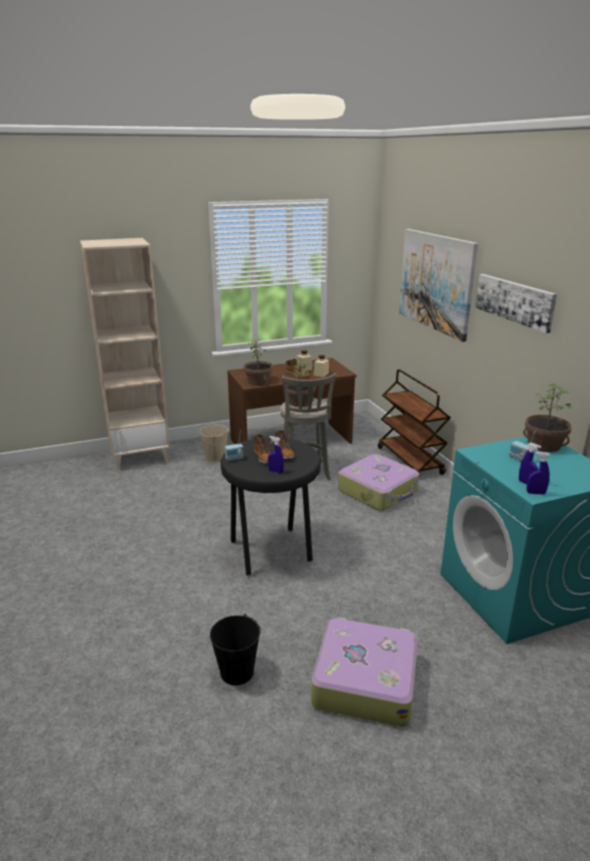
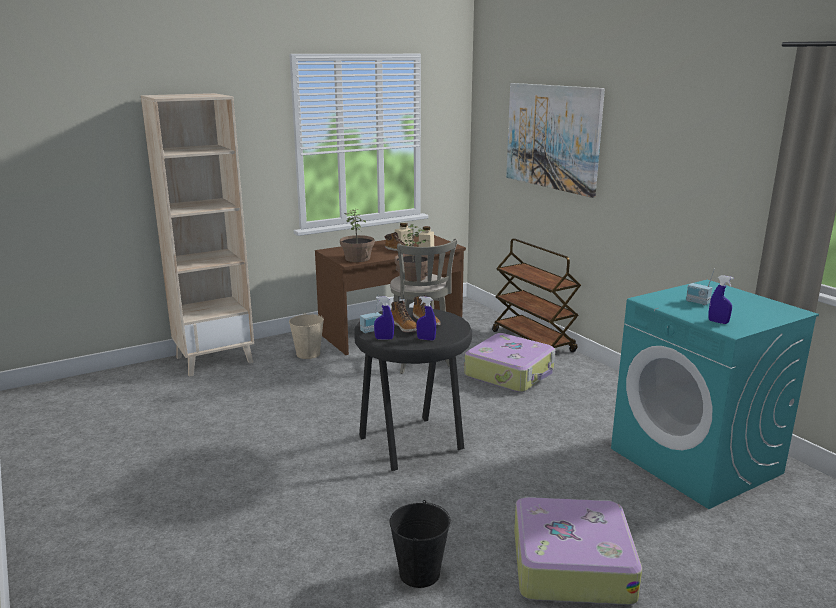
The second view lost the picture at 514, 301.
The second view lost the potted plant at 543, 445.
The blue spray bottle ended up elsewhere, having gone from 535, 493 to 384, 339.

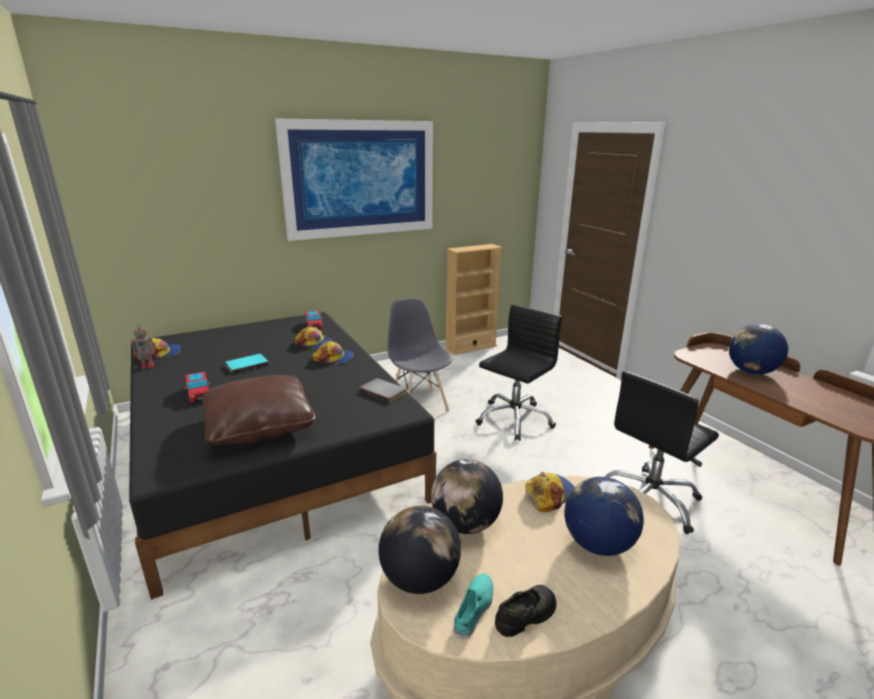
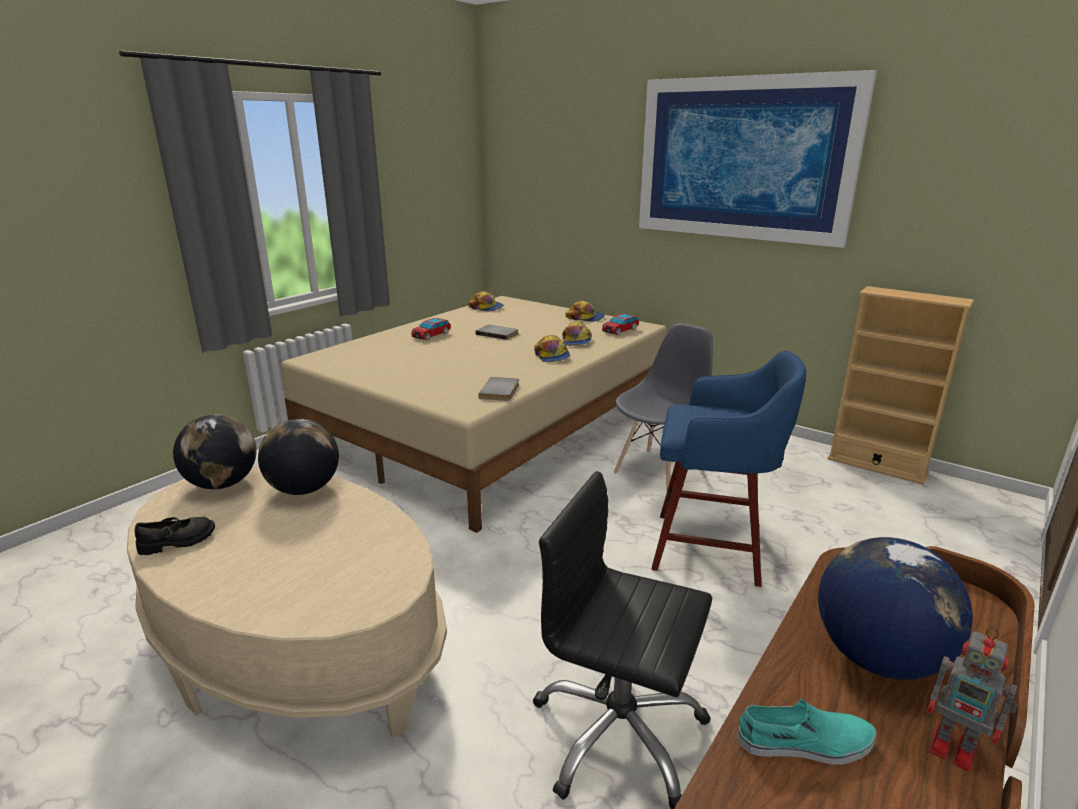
Where the black office chair stood at 514, 419, the blue stool came to stand at 711, 549.
What was the black bed at 271, 449 turned into the beige bed at 492, 425.
The toy robot ended up elsewhere, having gone from 148, 365 to 956, 749.
What was the turquoise book at 246, 365 turned into the grey book at 498, 333.
The second view lost the brown pillow at 259, 425.
The cap ended up elsewhere, having gone from 549, 494 to 585, 317.
The second view lost the globe at 597, 544.
The turquoise shoe ended up elsewhere, having gone from 474, 608 to 805, 743.
The black shoe at 526, 615 ended up facing another way, 60 degrees counterclockwise from before.

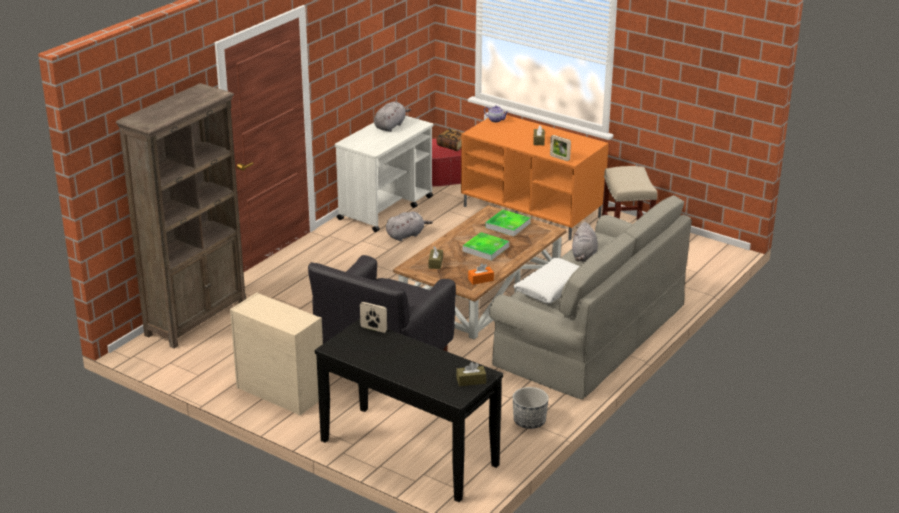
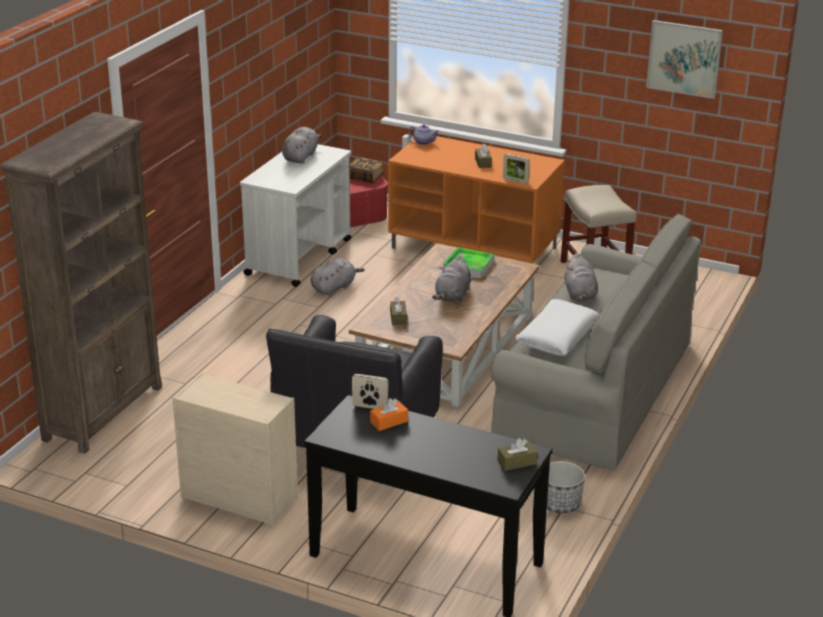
Where the tray stood at 485, 249, the grey plush toy came to stand at 452, 296.
The orange tissue box ended up elsewhere, having gone from 480, 280 to 389, 422.
The second view gained the picture at 684, 58.

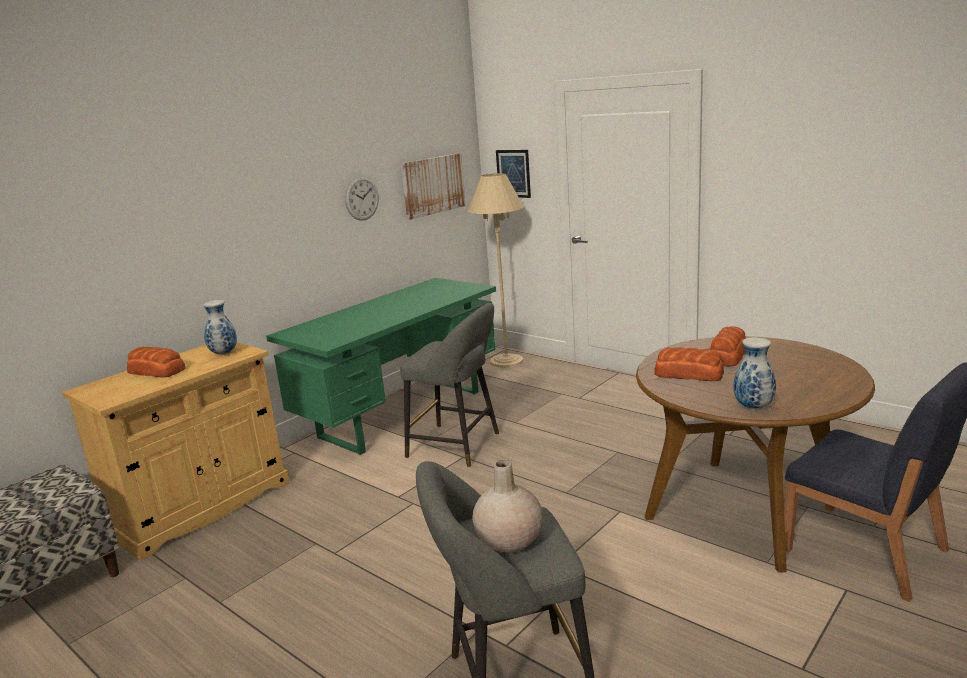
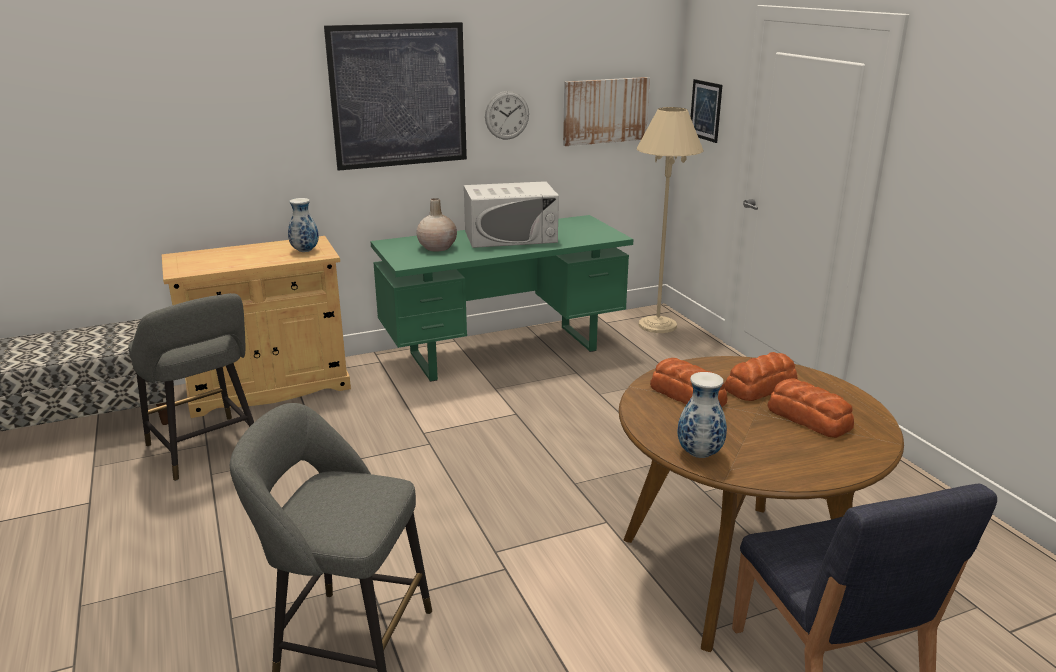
The grey stool ended up elsewhere, having gone from 458, 446 to 207, 450.
The bread ended up elsewhere, having gone from 156, 371 to 808, 417.
The beige vase ended up elsewhere, having gone from 509, 540 to 437, 247.
The second view gained the picture at 399, 96.
The second view gained the white microwave at 510, 236.

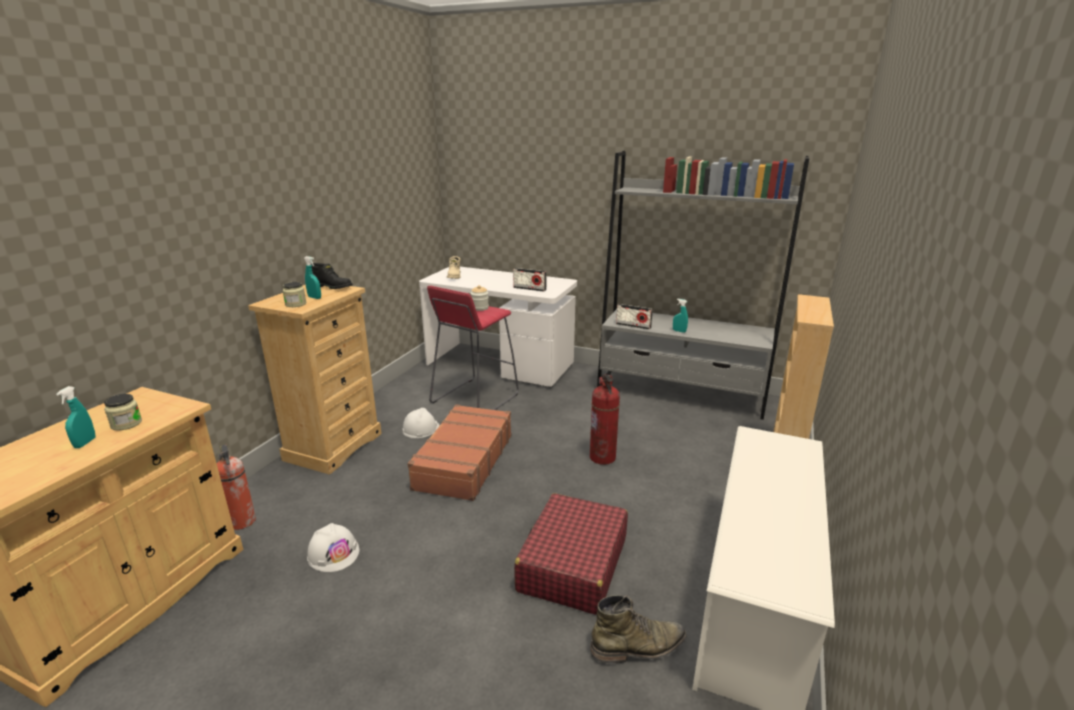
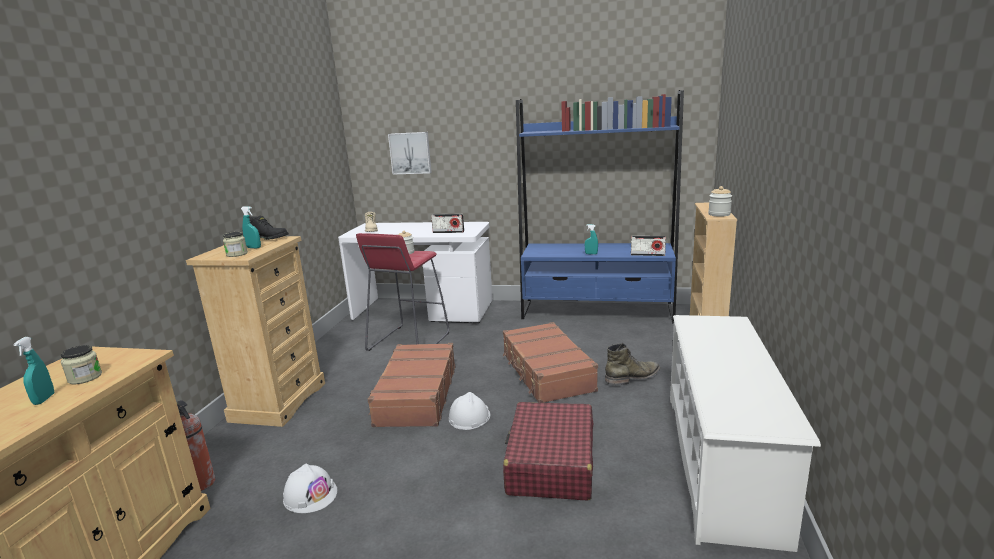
What was the grey bookcase at 681, 392 turned into the blue bookcase at 597, 312.
The radio ended up elsewhere, having gone from 633, 325 to 647, 254.
Where the fire extinguisher stood at 602, 457, the brown suitcase came to stand at 546, 372.
The white hard hat ended up elsewhere, having gone from 420, 428 to 469, 417.
The green boot ended up elsewhere, having gone from 638, 646 to 633, 377.
The second view gained the picture at 410, 153.
The second view gained the jar at 719, 214.

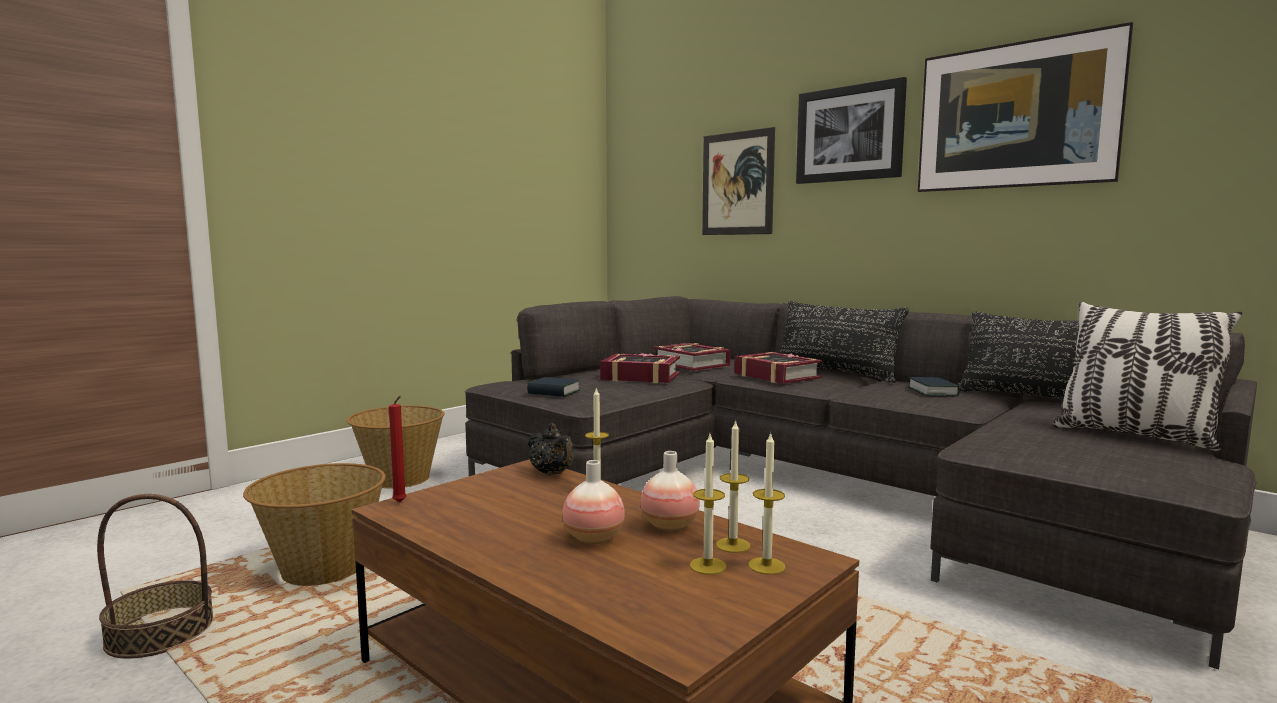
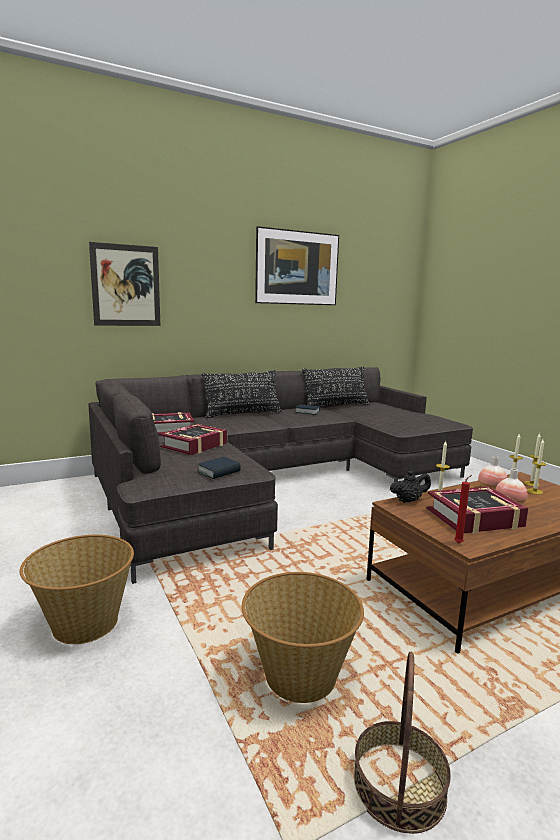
The second view lost the picture at 849, 134.
The second view lost the pillow at 1134, 436.
The book ended up elsewhere, having gone from 776, 376 to 474, 518.

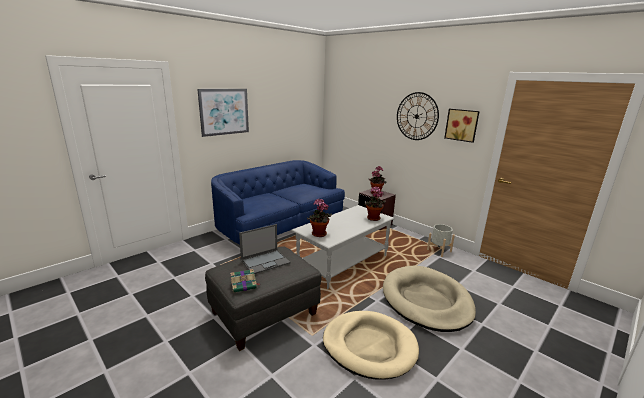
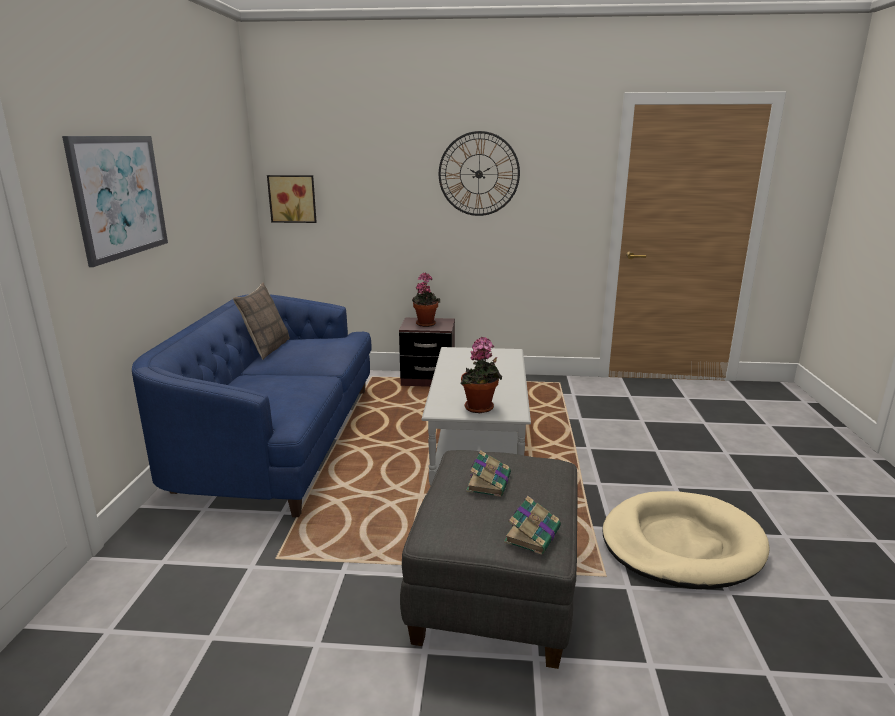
The picture ended up elsewhere, having gone from 462, 125 to 293, 198.
The second view lost the potted plant at 373, 219.
Where the laptop stood at 266, 261, the book came to stand at 489, 482.
The second view lost the grey planter at 439, 250.
The second view lost the beige dog bed at 426, 300.
The second view gained the pillow at 267, 348.

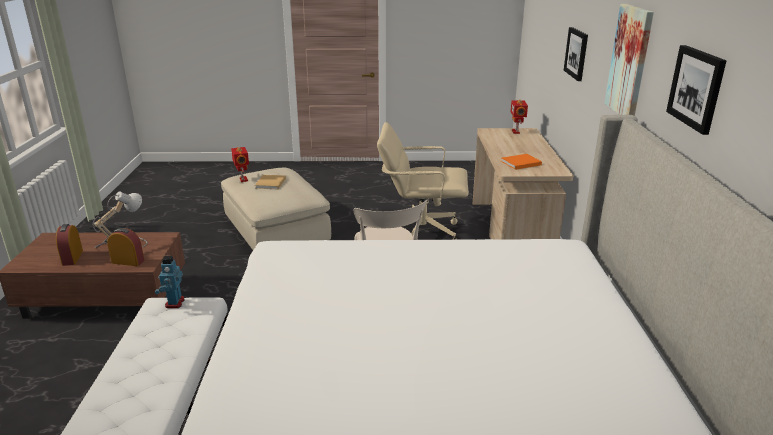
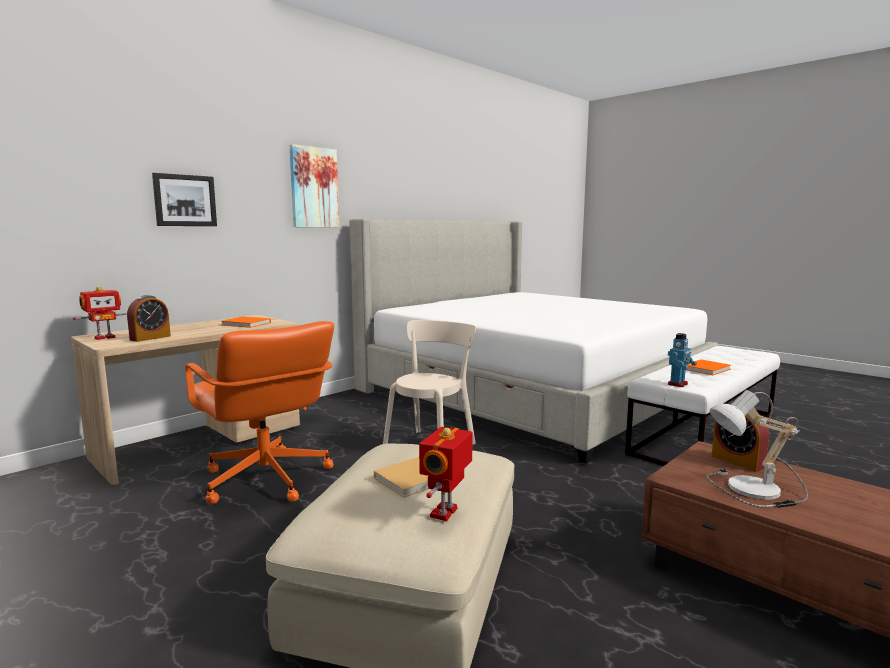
The second view lost the picture at 696, 88.
What was the beige office chair at 420, 232 turned into the orange office chair at 265, 480.
The alarm clock ended up elsewhere, having gone from 72, 258 to 150, 338.
The second view gained the orange book at 707, 369.

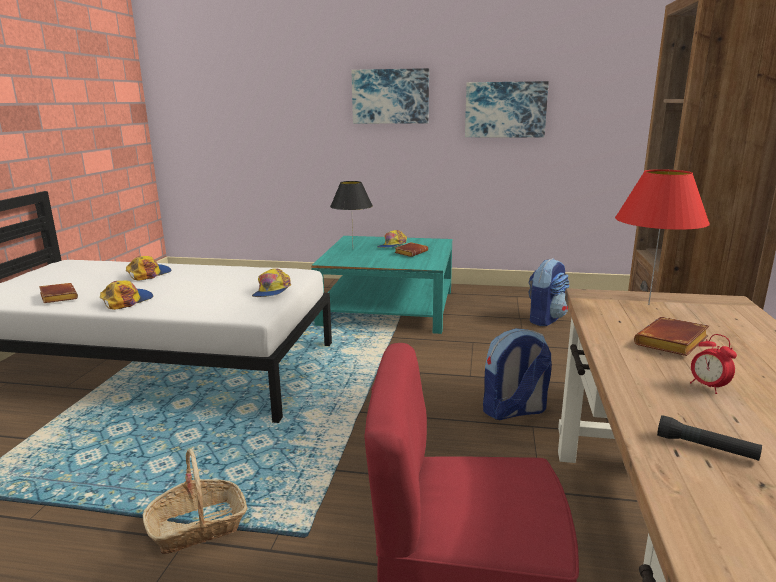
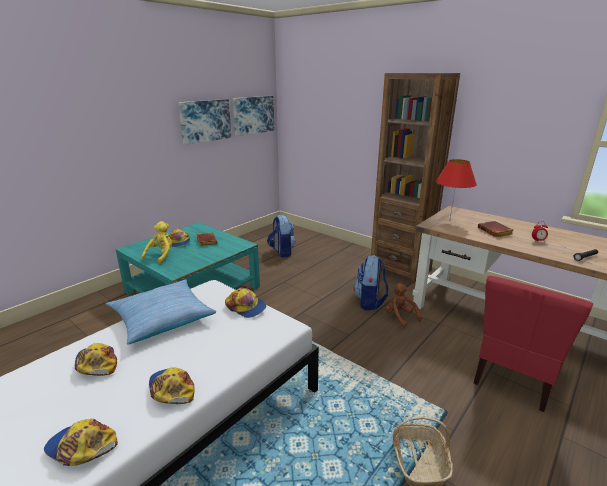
The picture ended up elsewhere, having gone from 390, 96 to 253, 115.
Where the black table lamp stood at 353, 249, the yellow plush toy came to stand at 161, 256.
Where the brown book stood at 57, 297, the cap came to stand at 81, 447.
The second view gained the pillow at 162, 318.
The second view gained the brown plush toy at 400, 317.

